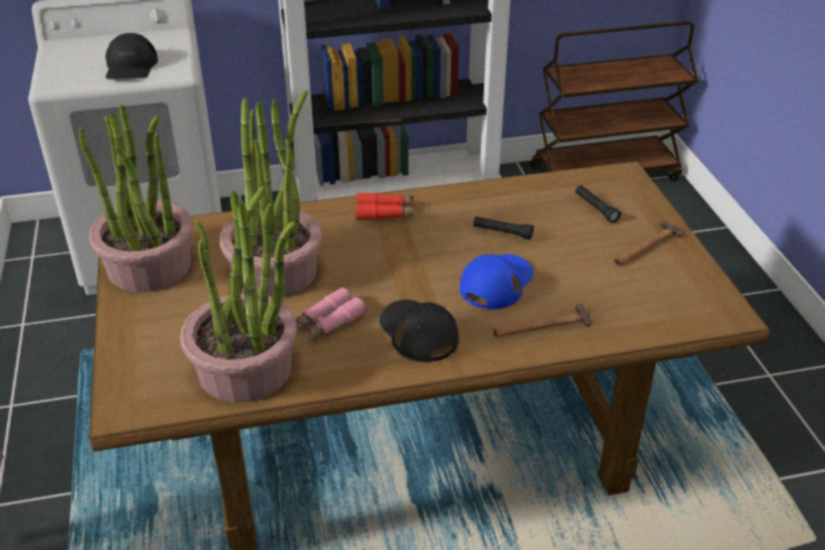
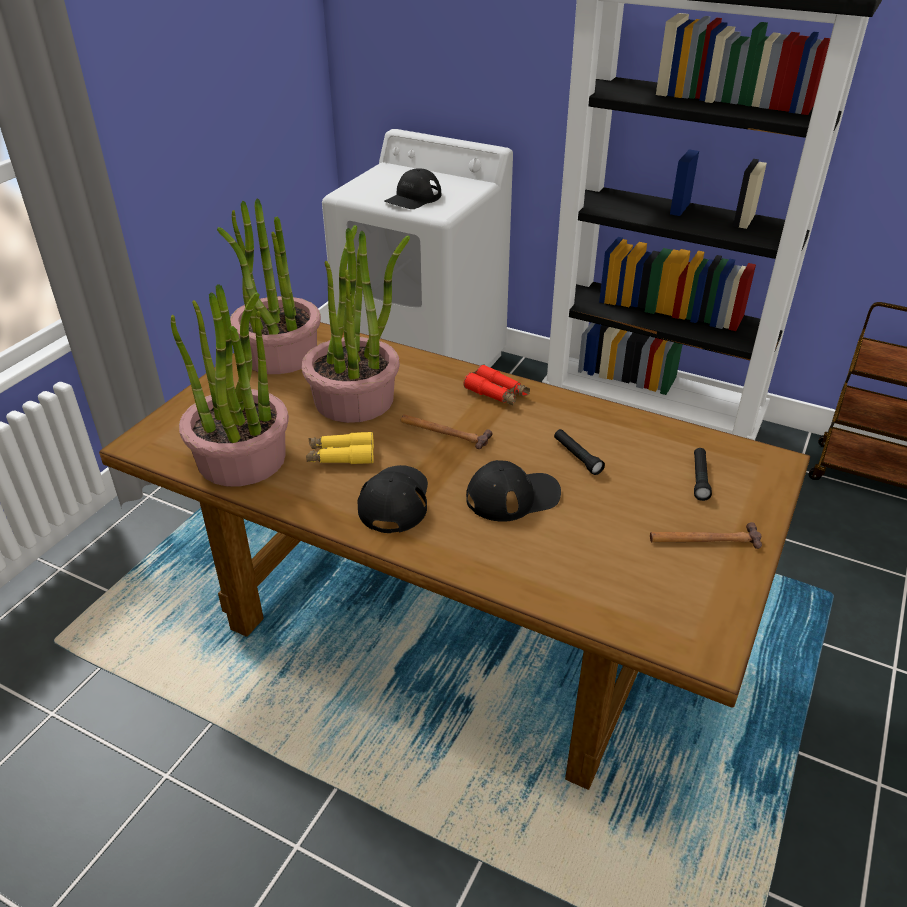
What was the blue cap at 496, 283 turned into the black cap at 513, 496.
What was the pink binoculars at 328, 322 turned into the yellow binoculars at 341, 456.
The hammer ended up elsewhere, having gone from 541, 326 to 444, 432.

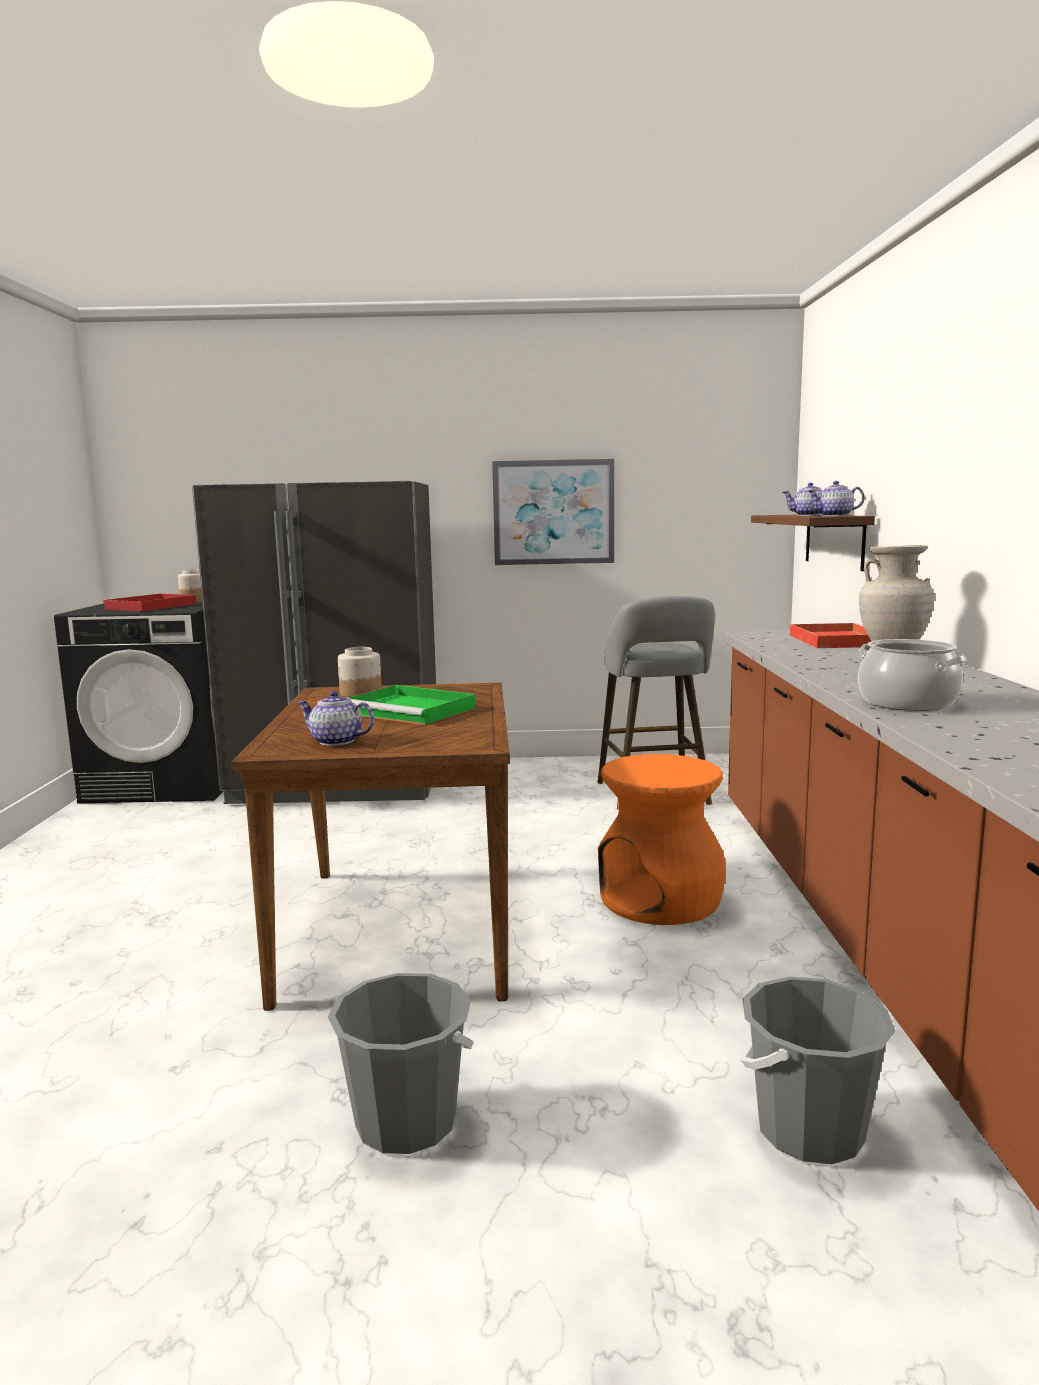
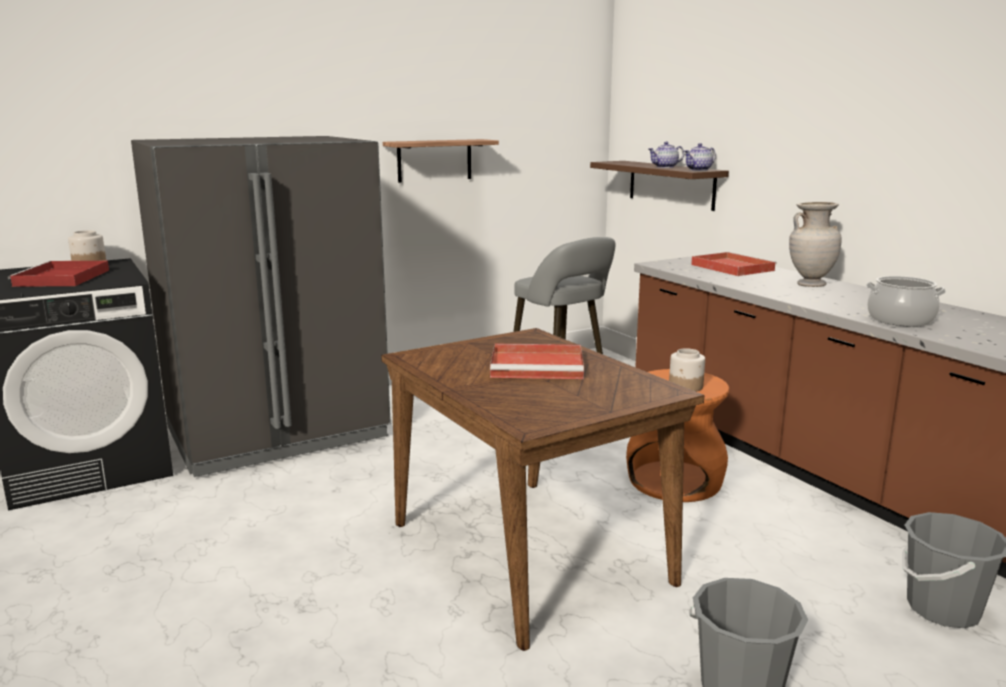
Where the picture hung at 553, 512, the shelf came to hang at 434, 160.
The jar ended up elsewhere, having gone from 360, 693 to 686, 386.
What was the green tray at 412, 710 turned into the red tray at 539, 366.
The second view lost the teapot at 335, 741.

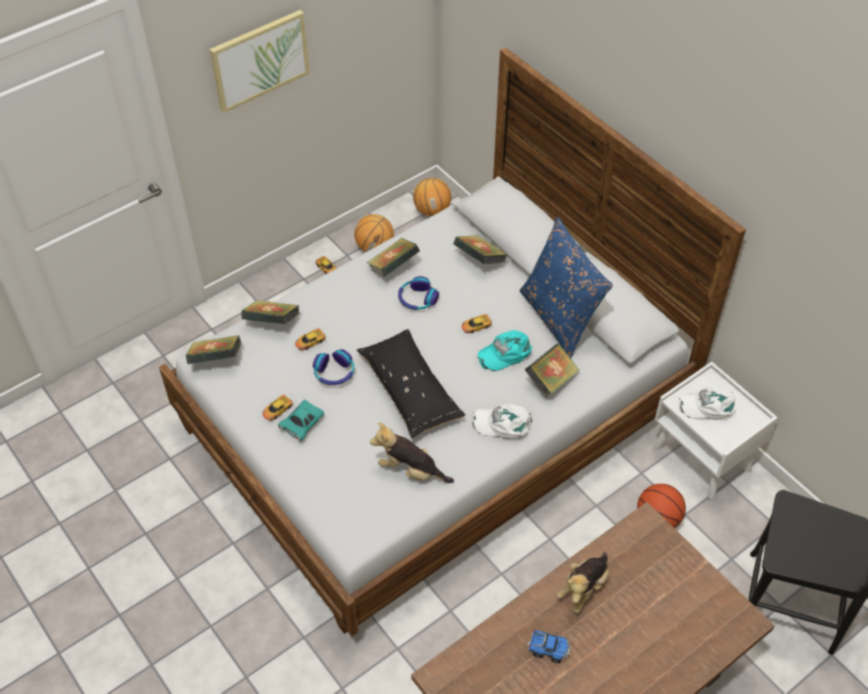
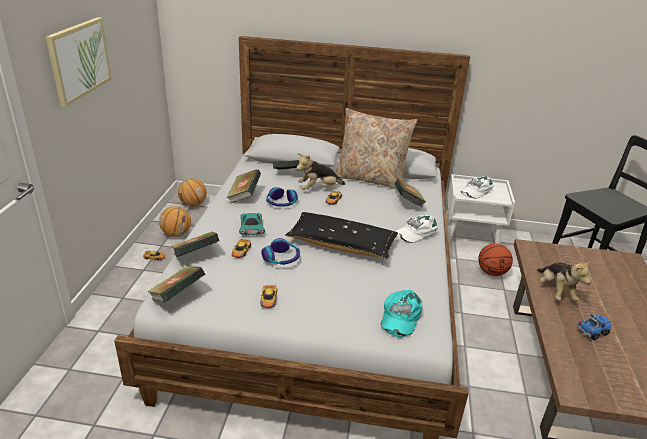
What was the blue pillow at 559, 318 turned into the beige pillow at 371, 179.
The turquoise cap ended up elsewhere, having gone from 505, 353 to 400, 316.
The turquoise toy car ended up elsewhere, having gone from 302, 424 to 251, 229.
The plush toy ended up elsewhere, having gone from 410, 470 to 318, 189.

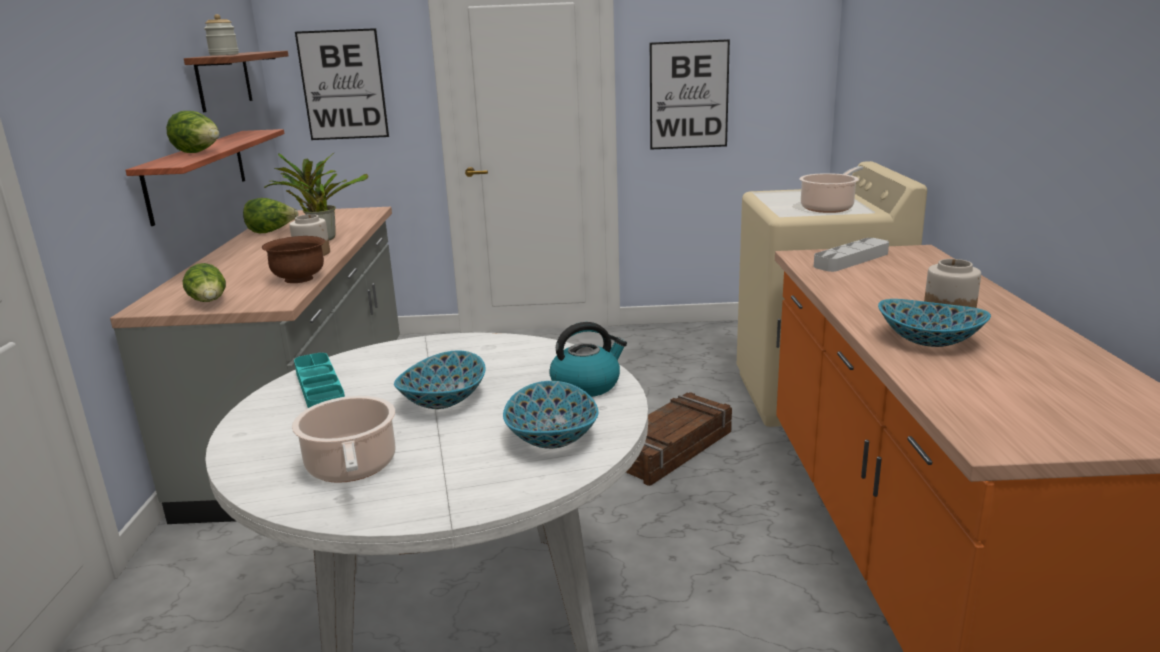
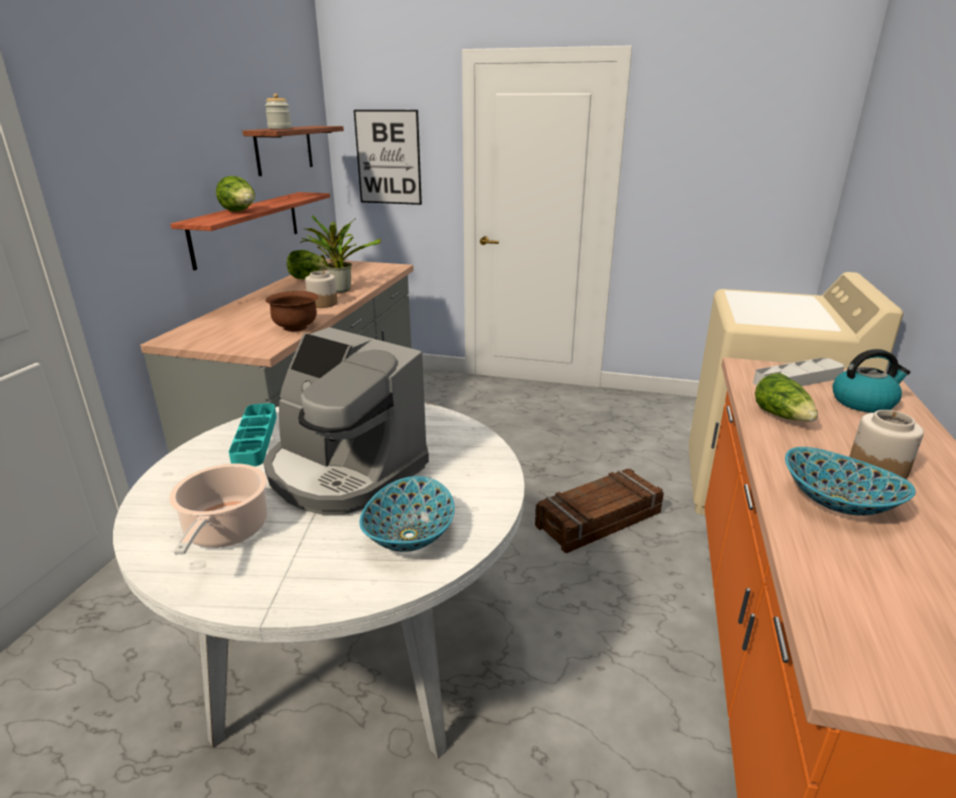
The second view lost the picture at 688, 95.
The second view lost the cooking pot at 829, 208.
The lettuce ended up elsewhere, having gone from 210, 302 to 782, 417.
The kettle ended up elsewhere, having gone from 586, 385 to 863, 402.
Where the bowl stood at 444, 400, the coffee machine came to stand at 343, 471.

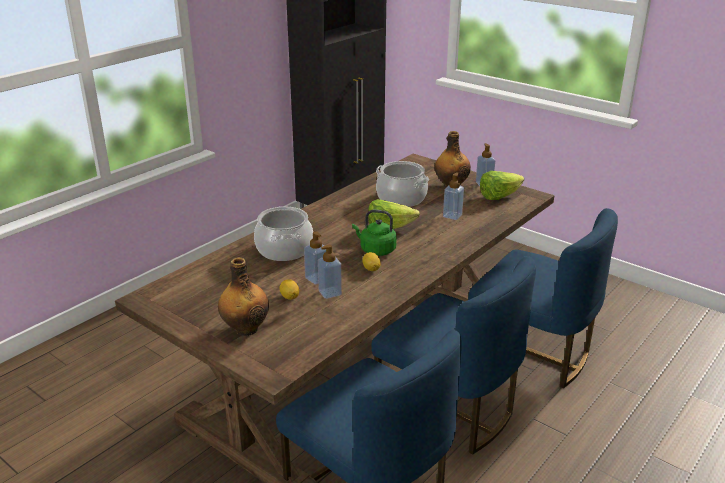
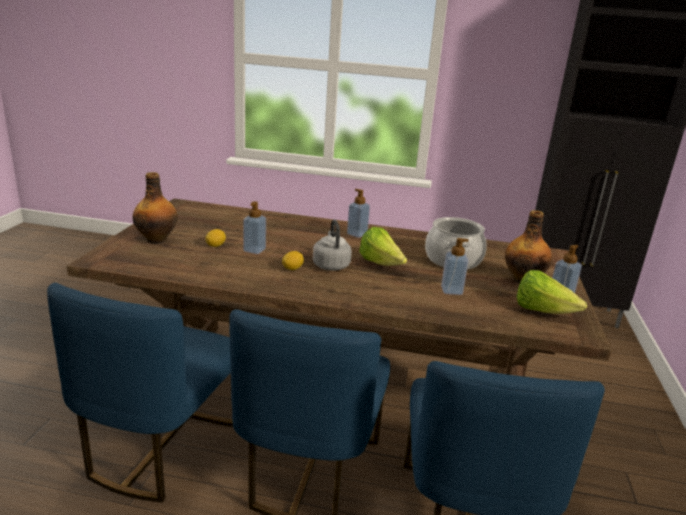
The second view lost the cooking pot at 285, 249.
What was the green kettle at 376, 250 turned into the grey kettle at 330, 265.
The soap dispenser ended up elsewhere, having gone from 330, 293 to 357, 234.

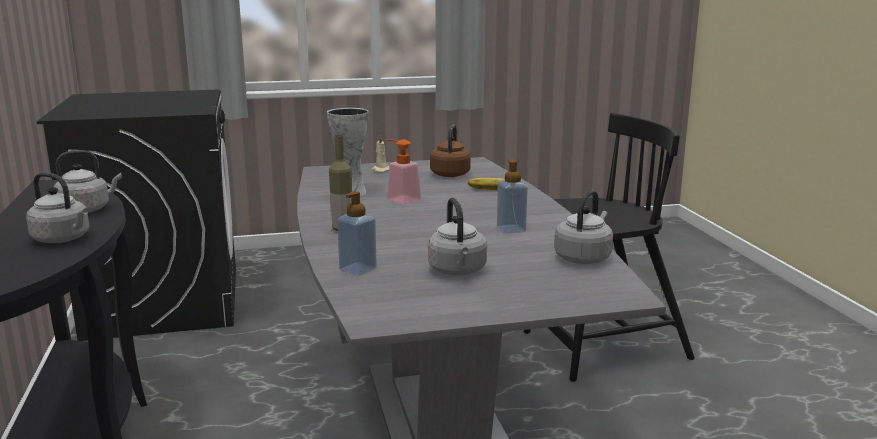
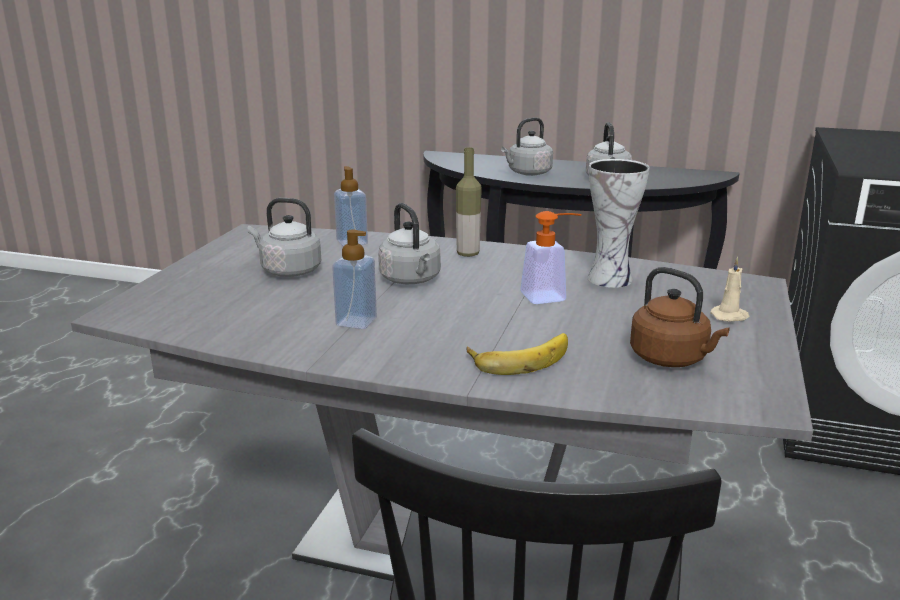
The grey kettle ended up elsewhere, having gone from 583, 258 to 411, 280.

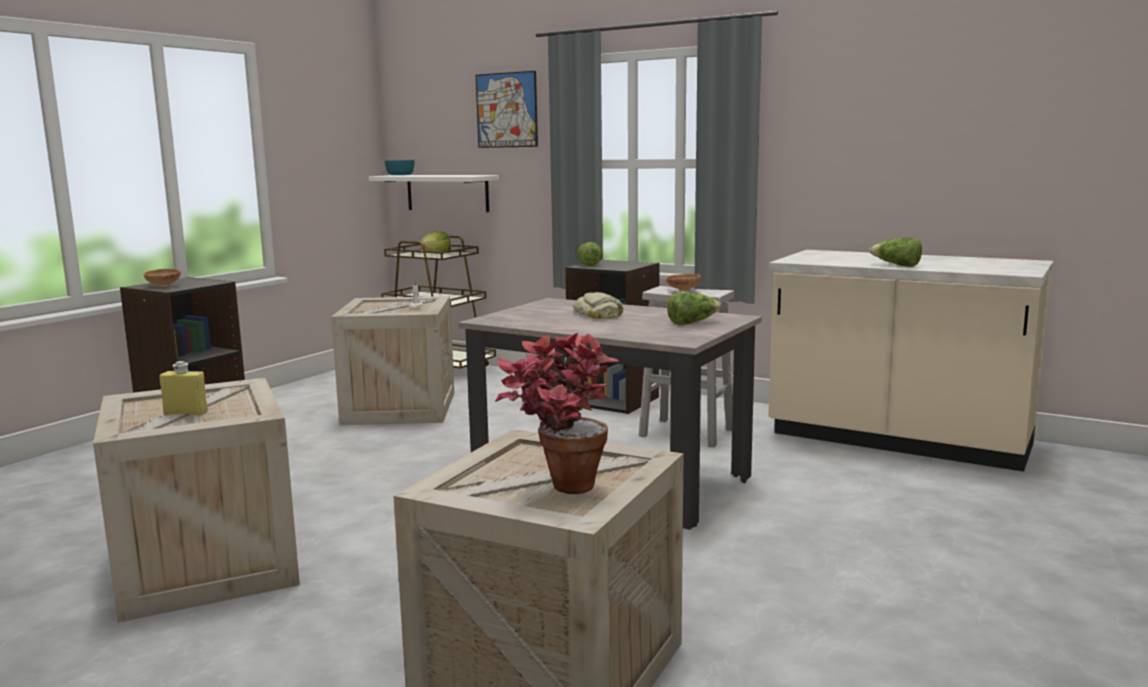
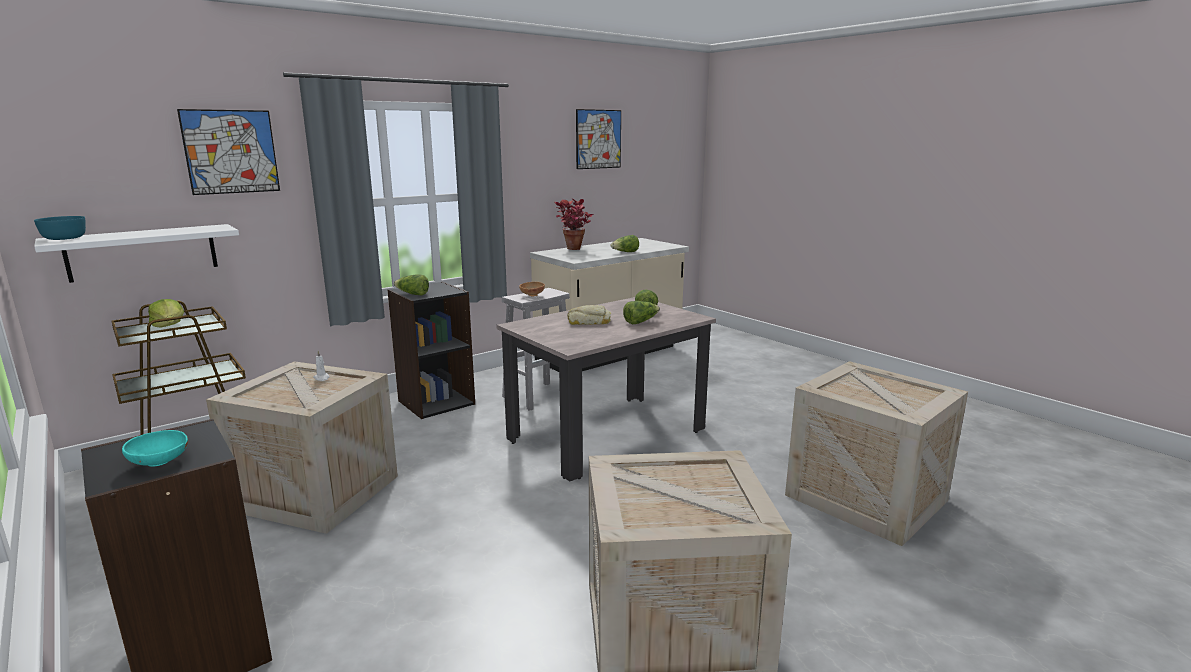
What was the brown bowl at 163, 286 turned into the turquoise bowl at 160, 463.
The potted plant ended up elsewhere, having gone from 557, 489 to 573, 250.
The second view lost the yellow bottle at 186, 413.
The second view gained the picture at 598, 139.
The second view gained the lettuce at 640, 322.

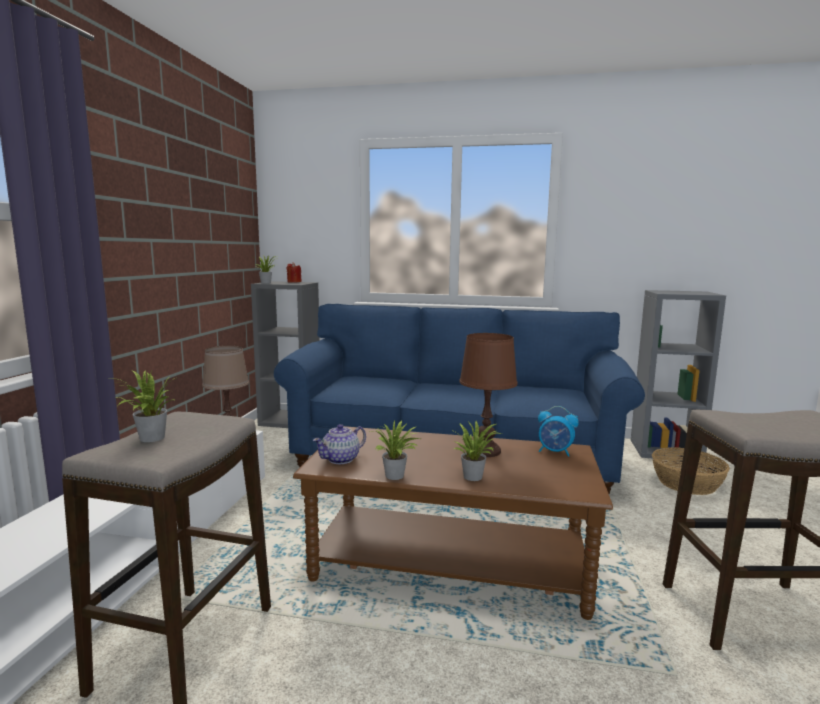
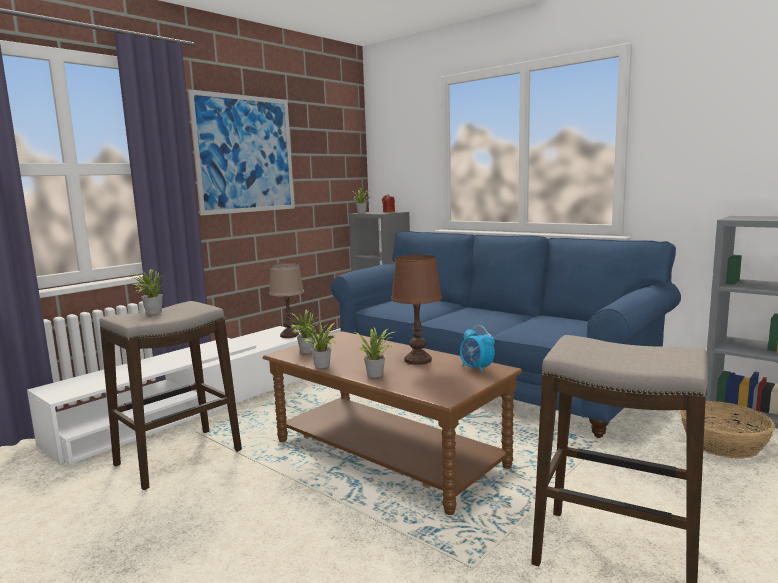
Where the teapot stood at 341, 459, the potted plant came to stand at 305, 351.
The second view gained the picture at 245, 154.

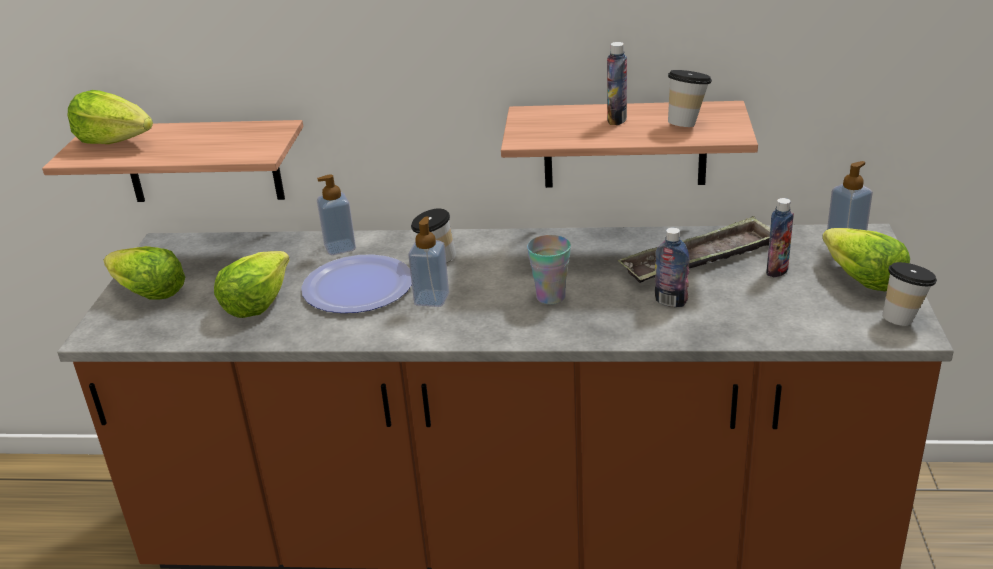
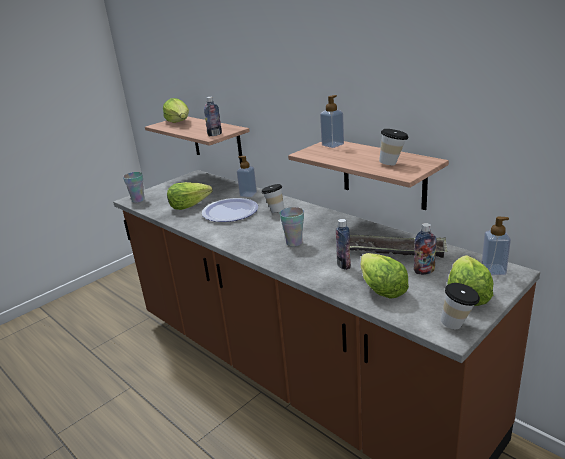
The bottle ended up elsewhere, having gone from 617, 120 to 214, 134.
The soap dispenser ended up elsewhere, having gone from 431, 299 to 332, 145.
The lettuce ended up elsewhere, having gone from 147, 293 to 381, 288.
The second view gained the cup at 138, 200.

